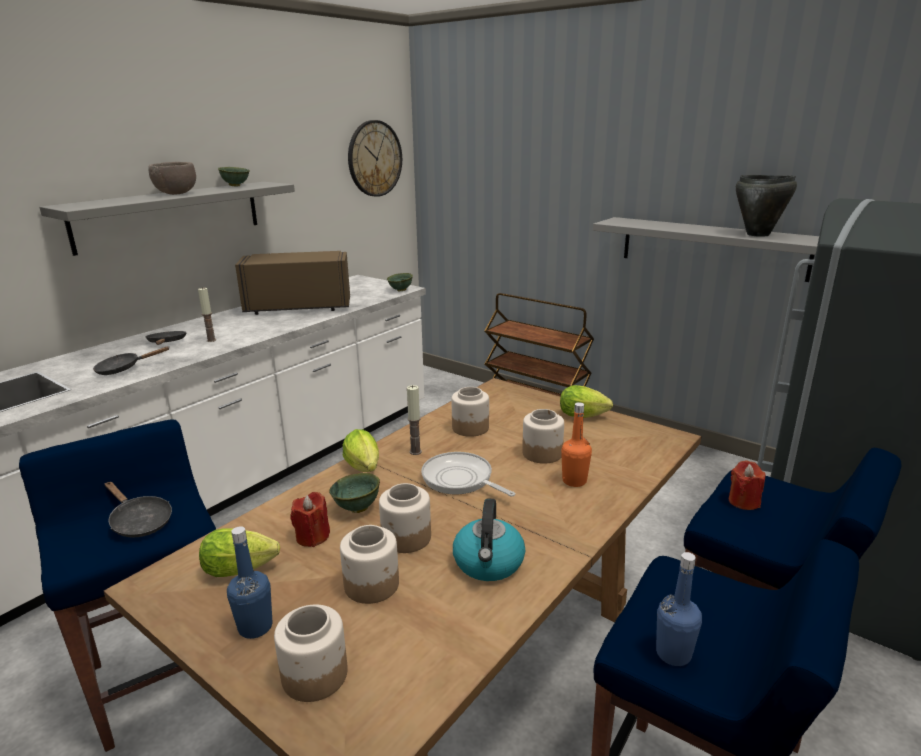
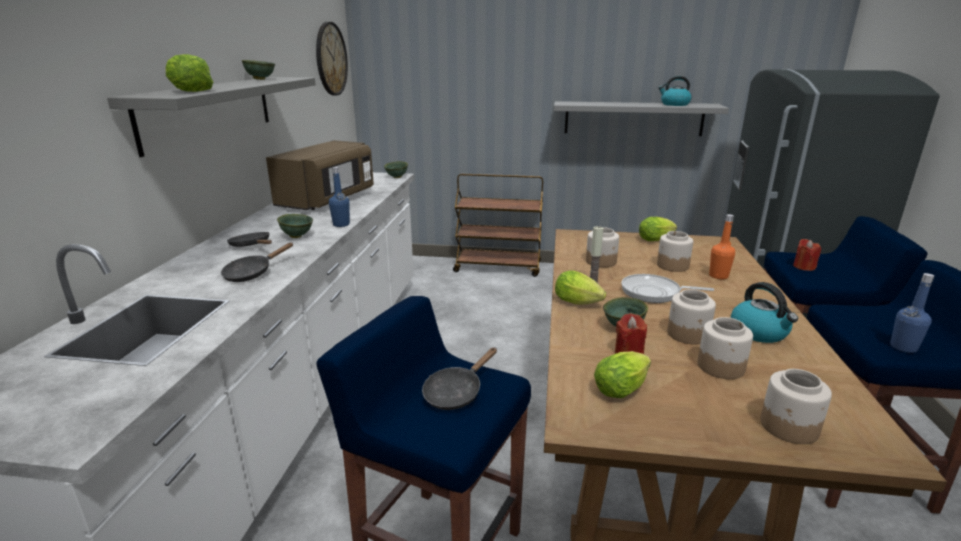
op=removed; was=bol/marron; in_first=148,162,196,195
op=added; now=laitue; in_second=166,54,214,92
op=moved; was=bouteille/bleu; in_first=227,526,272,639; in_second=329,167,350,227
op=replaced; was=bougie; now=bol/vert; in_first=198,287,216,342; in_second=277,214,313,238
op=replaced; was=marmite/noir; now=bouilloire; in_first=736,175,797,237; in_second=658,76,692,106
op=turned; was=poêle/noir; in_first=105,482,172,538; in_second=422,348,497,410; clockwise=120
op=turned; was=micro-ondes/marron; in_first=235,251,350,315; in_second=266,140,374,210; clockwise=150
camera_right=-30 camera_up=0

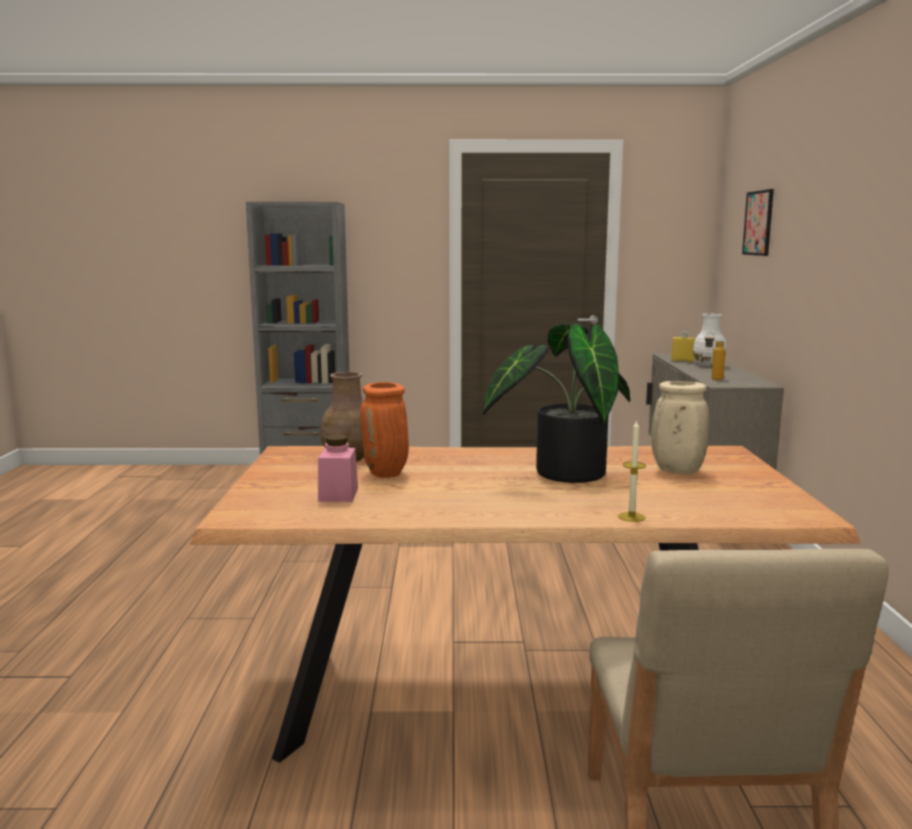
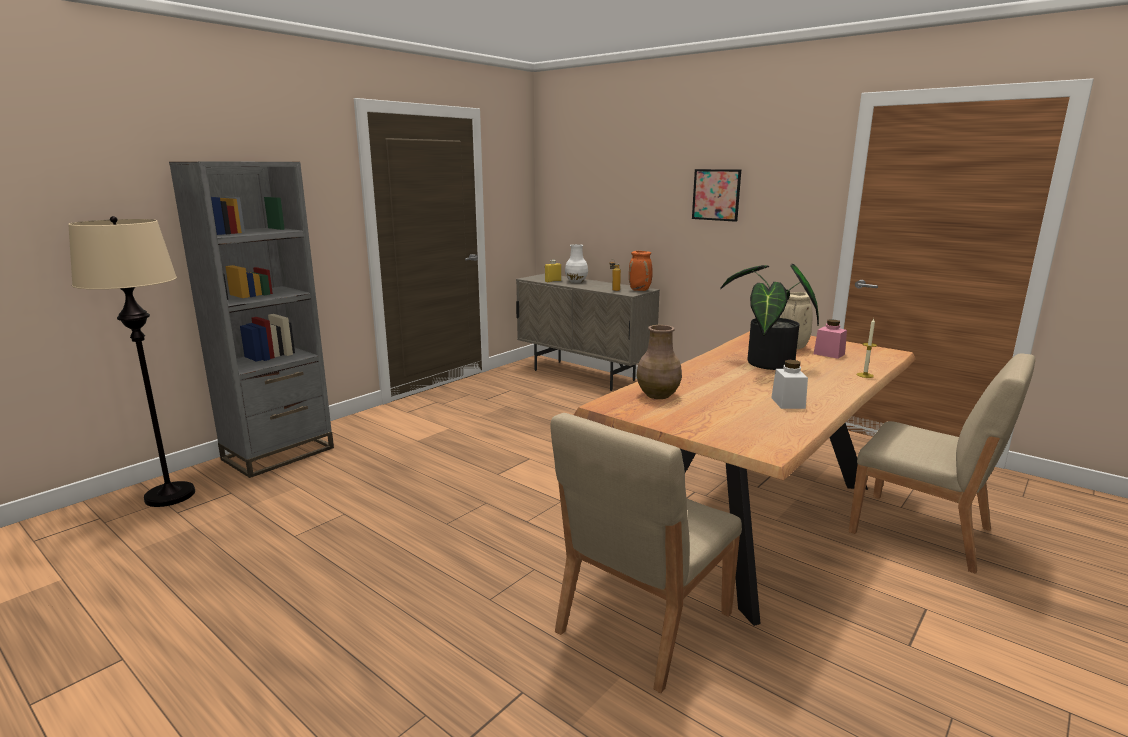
op=added; now=lampadaire/beige; in_second=68,216,195,507
op=added; now=chaise/beige; in_second=550,413,742,693
op=added; now=bocal/blanc; in_second=771,360,808,409
op=moved; was=bocal/rose; in_first=318,435,358,502; in_second=814,319,847,359
op=moved; was=vase/orange; in_first=360,382,409,478; in_second=629,251,653,291
op=moved; was=tableau; in_first=742,189,774,256; in_second=692,169,741,222
camera_right=-50 camera_up=5

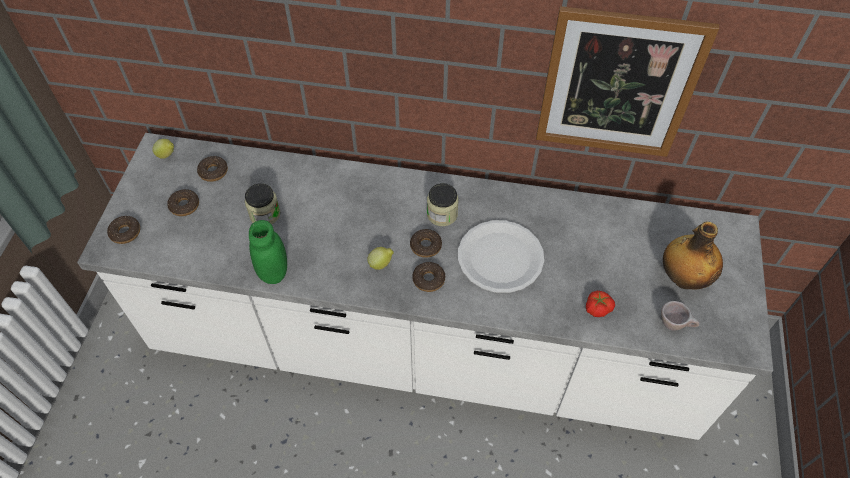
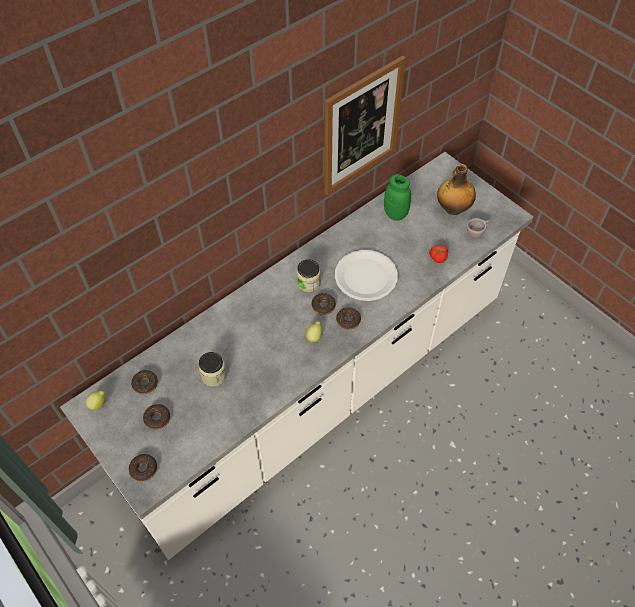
op=moved; was=bocal/vert; in_first=249,220,287,284; in_second=384,174,411,221
camera_right=-50 camera_up=0

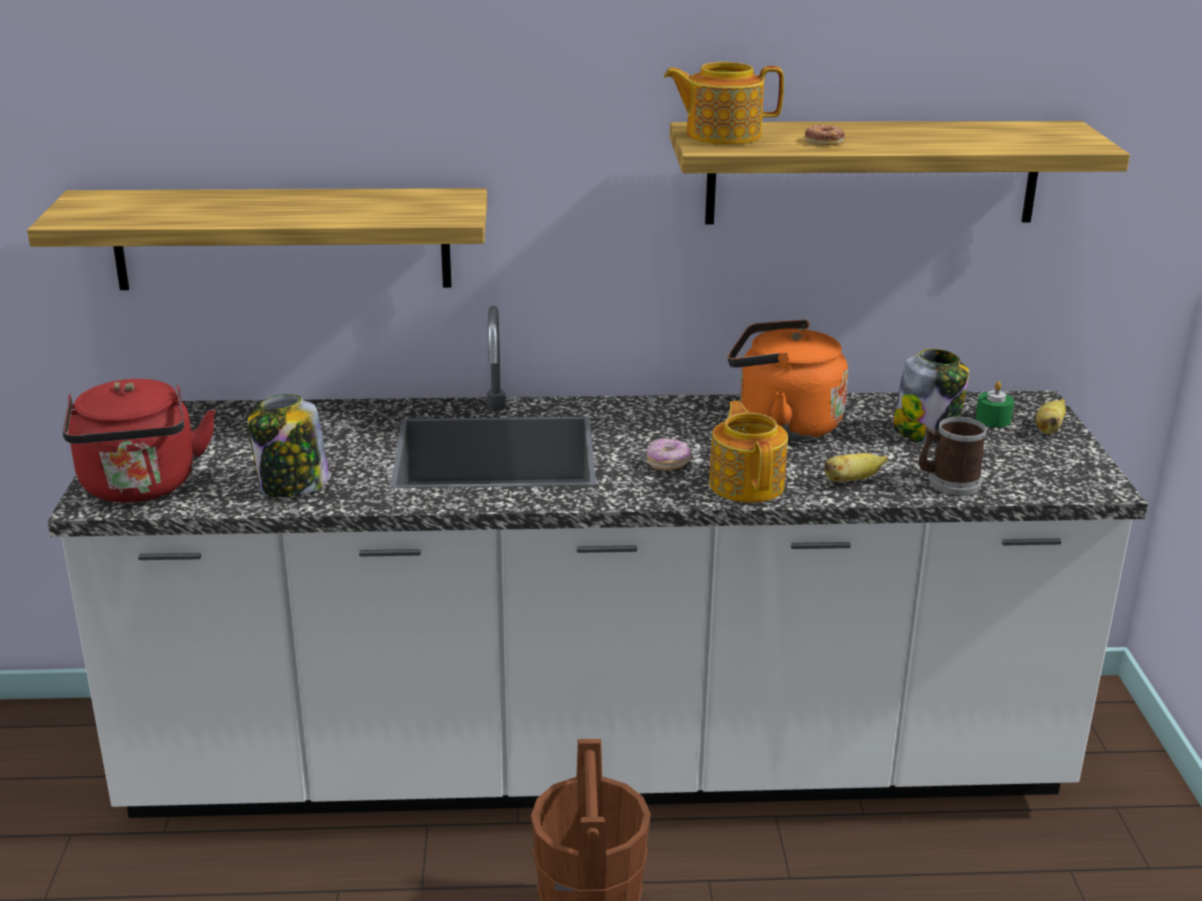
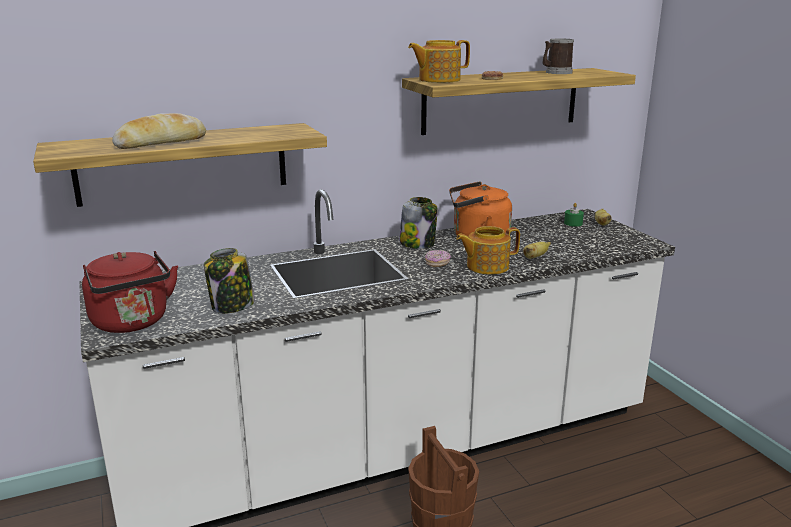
op=added; now=pain; in_second=112,113,206,149
op=moved; was=bocal; in_first=893,349,969,444; in_second=399,197,438,249
op=moved; was=mug; in_first=919,417,987,495; in_second=543,39,574,74
op=turned; was=théière; in_first=709,401,788,503; in_second=456,226,520,275; clockwise=-75
camera_right=-20 camera_up=-5

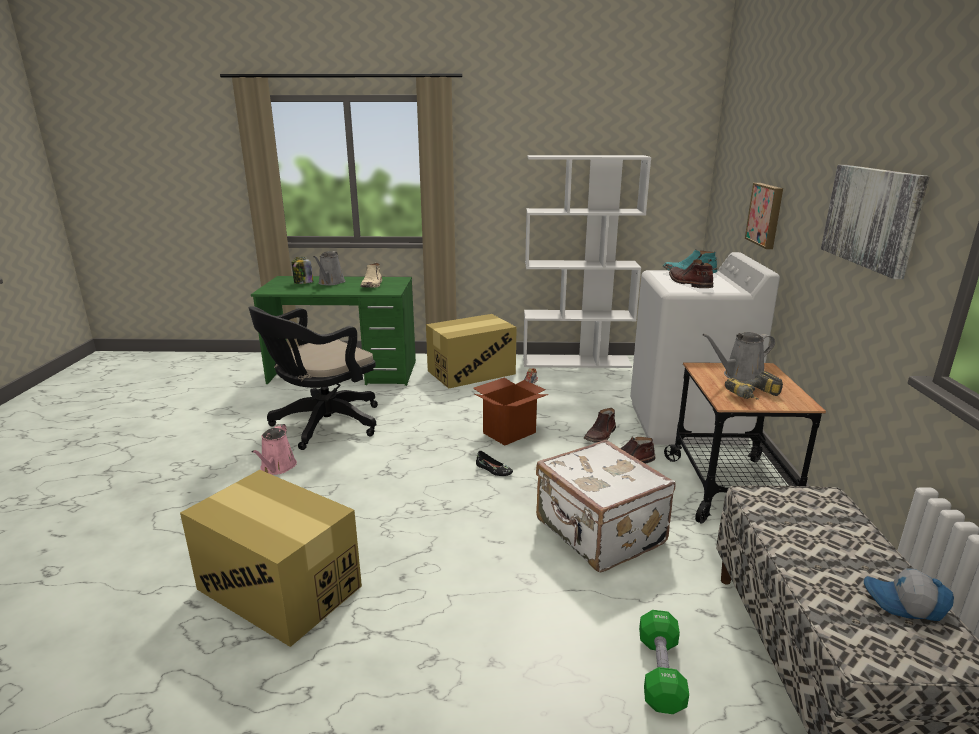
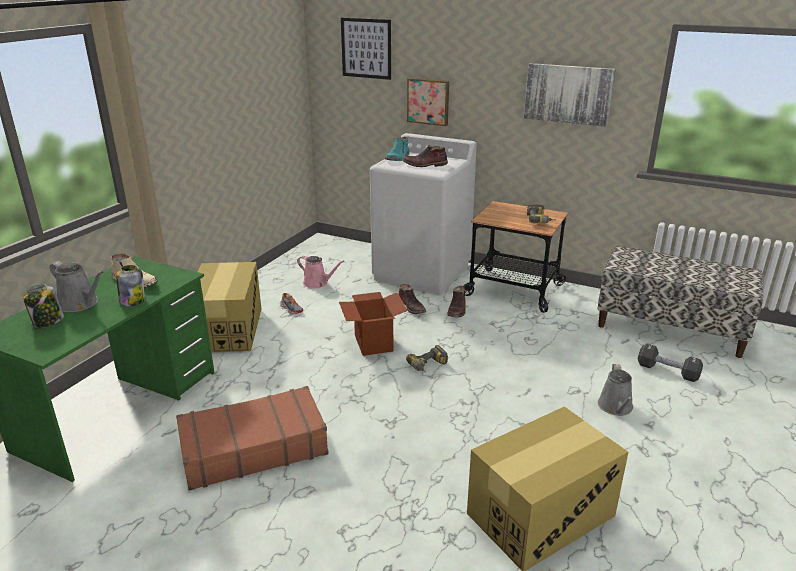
op=removed; was=bibliothèque/blanc; in_first=523,155,651,368
op=removed; was=valise/blanc; in_first=536,439,676,572
op=removed; was=casquette; in_first=864,568,954,621
op=added; now=bocal; in_second=116,265,145,306
op=added; now=tableau; in_second=341,18,391,80
op=moved; was=arrosoir/rose; in_first=251,424,297,475; in_second=297,256,344,289
op=moved; was=arrosoir/gris; in_first=703,332,775,382; in_second=598,364,633,416
op=replaced; was=chaise de bureau/noir; now=valise/marron; in_first=248,307,378,450; in_second=176,386,329,491
op=replaced; was=chaussure/noir; now=perceuse; in_first=476,451,513,476; in_second=406,345,448,373
op=recoloured; was=haltère/vert; now=haltère/noir; in_first=639,610,689,714; in_second=638,343,703,382
camera_right=-65 camera_up=5

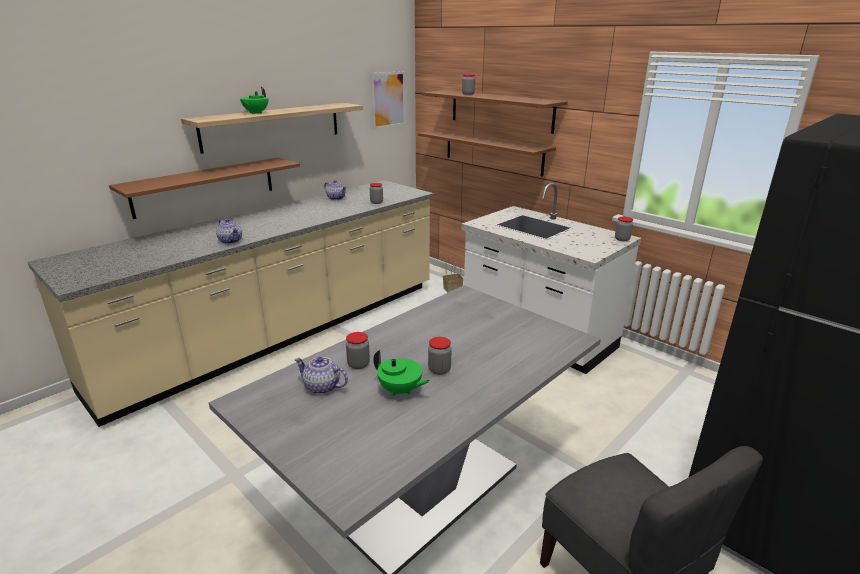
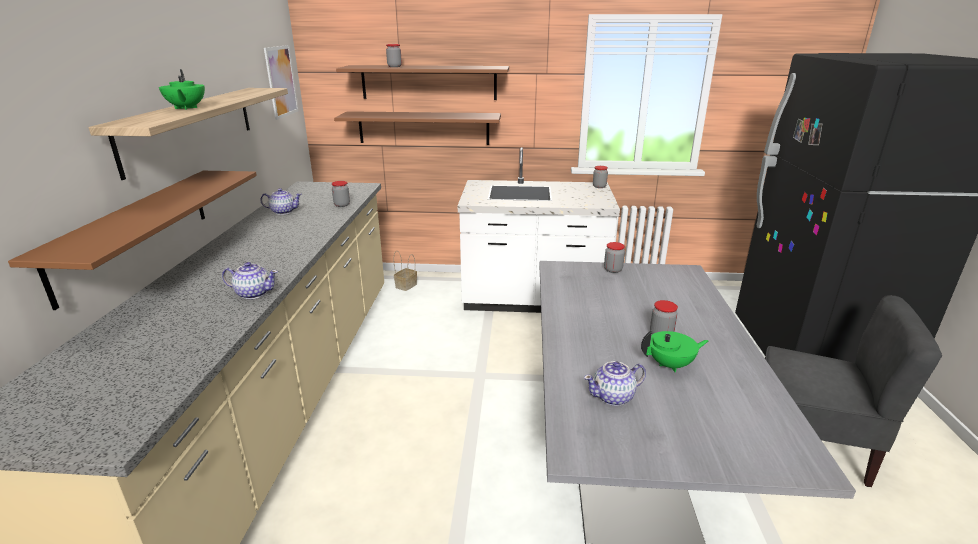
op=moved; was=bocal; in_first=346,332,370,369; in_second=604,242,625,273
camera_right=-40 camera_up=0

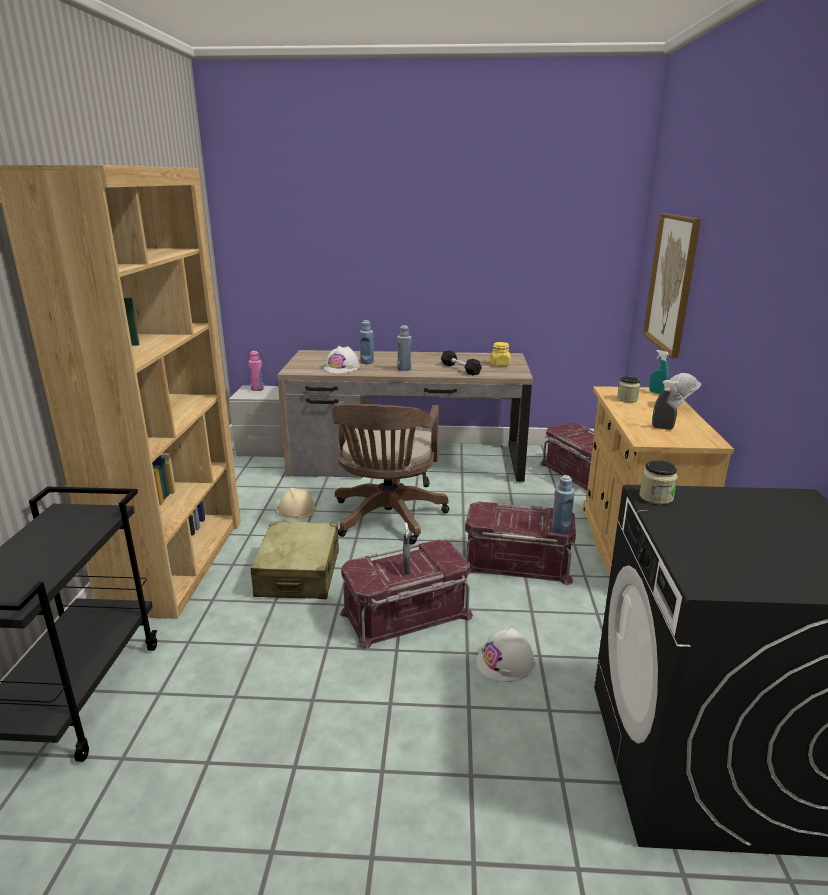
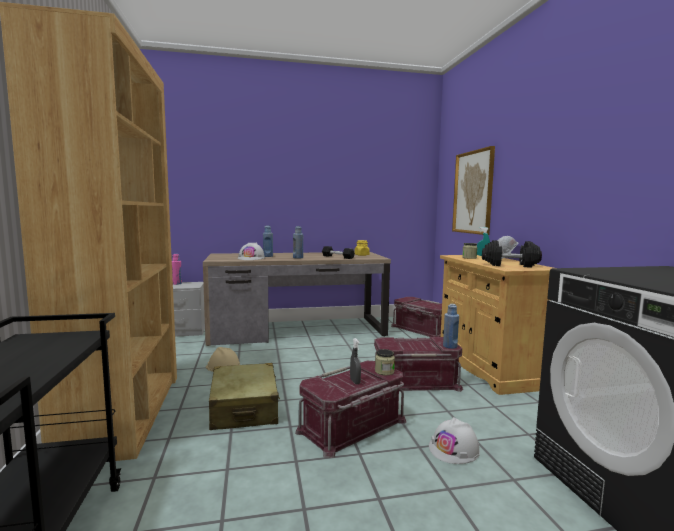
op=removed; was=chaise de bureau/marron; in_first=332,401,450,544
op=moved; was=bocal; in_first=639,460,678,504; in_second=375,349,395,375
op=replaced; was=vaporisateur/gris; now=haltère/noir; in_first=652,380,679,430; in_second=482,240,542,267
camera_right=-15 camera_up=-15

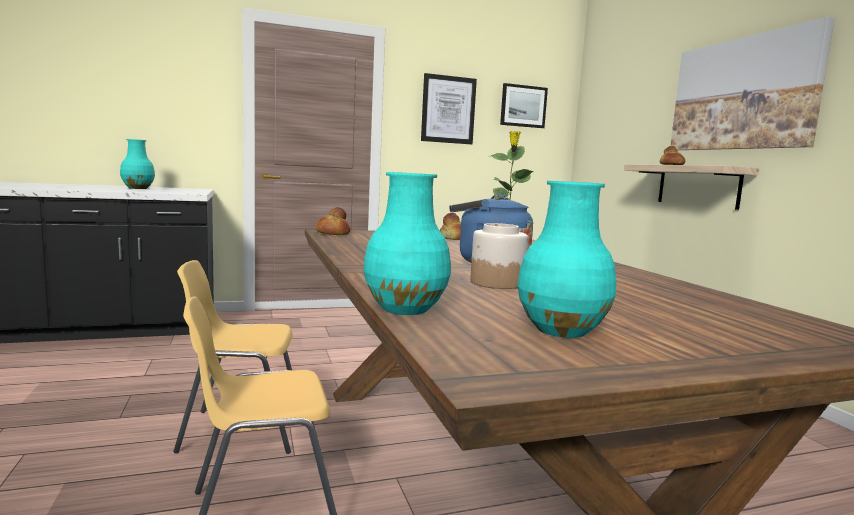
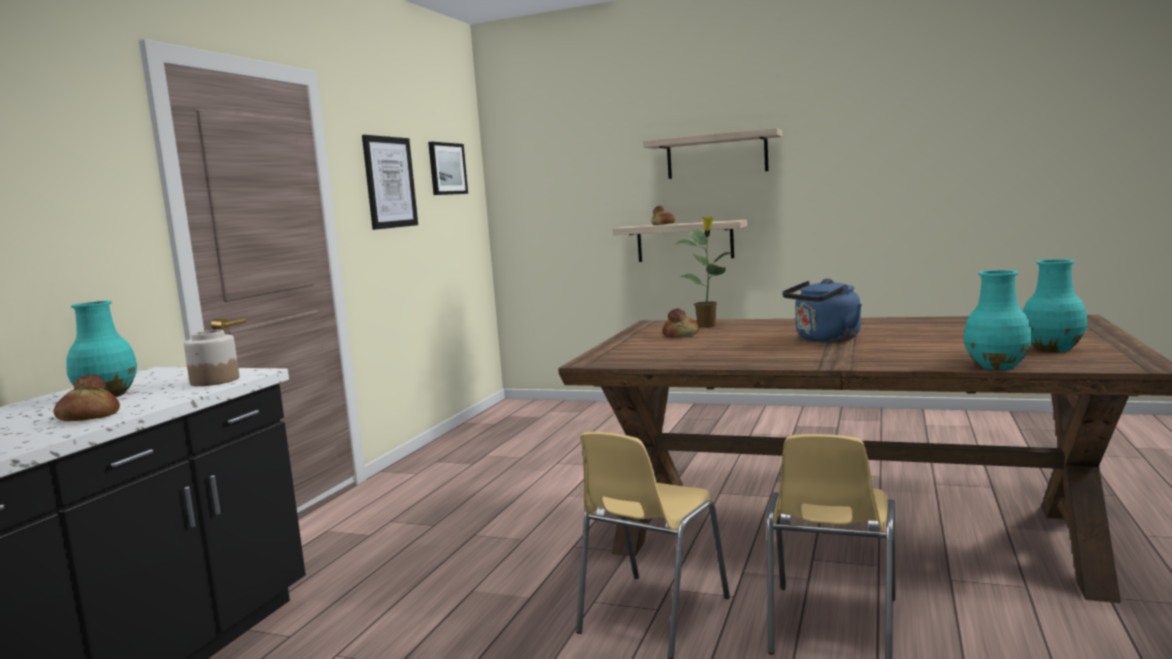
op=moved; was=pain; in_first=316,207,350,235; in_second=54,374,120,421
op=moved; was=bocal; in_first=470,223,528,289; in_second=184,330,239,386
op=replaced; was=tableau; now=étagère; in_first=670,17,835,150; in_second=643,128,782,179
camera_right=-50 camera_up=0

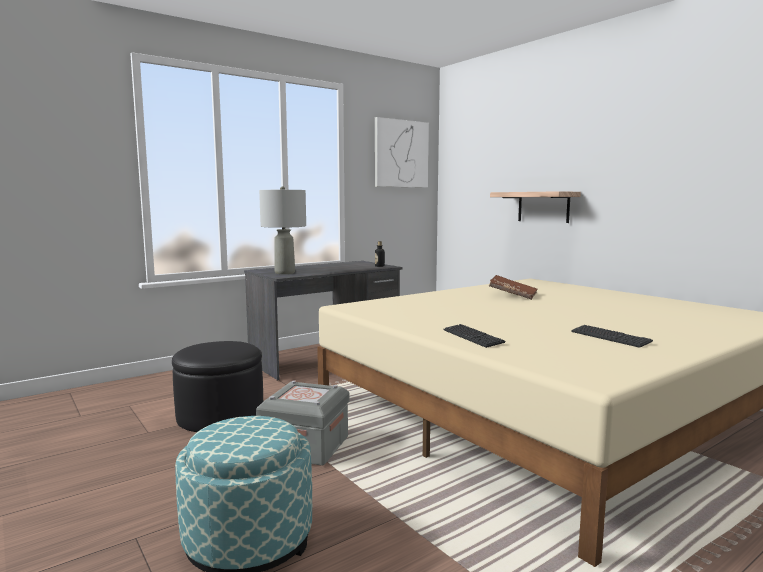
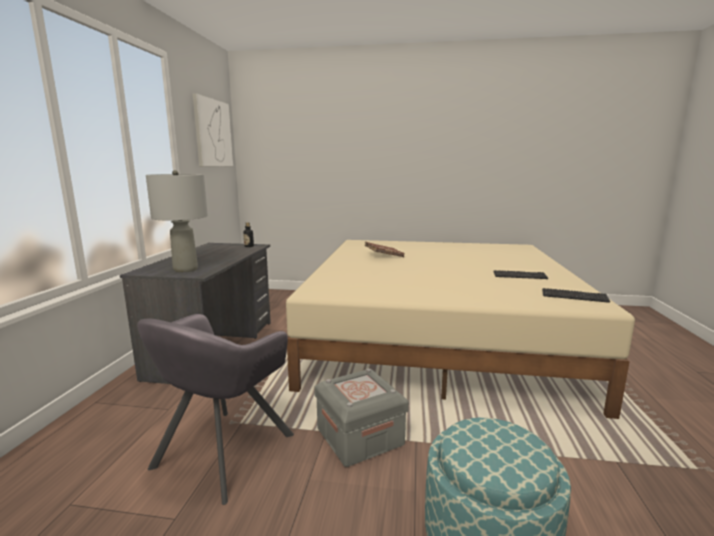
op=removed; was=étagère; in_first=490,191,581,223
op=moved; was=clavier; in_first=444,324,505,348; in_second=542,288,610,303
op=replaced; was=pouf/noir; now=fauteuil/gris; in_first=172,341,263,432; in_second=137,314,294,505
camera_right=-45 camera_up=5

